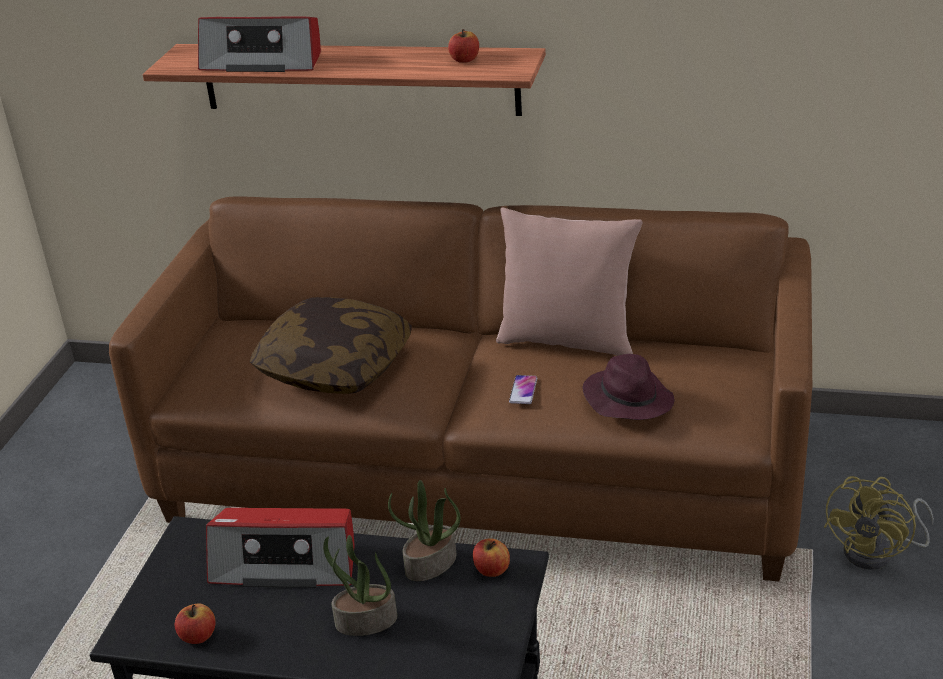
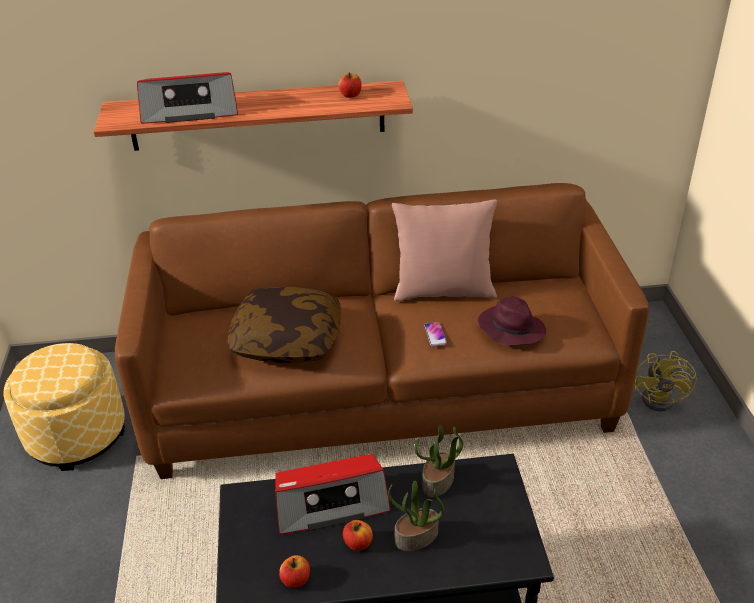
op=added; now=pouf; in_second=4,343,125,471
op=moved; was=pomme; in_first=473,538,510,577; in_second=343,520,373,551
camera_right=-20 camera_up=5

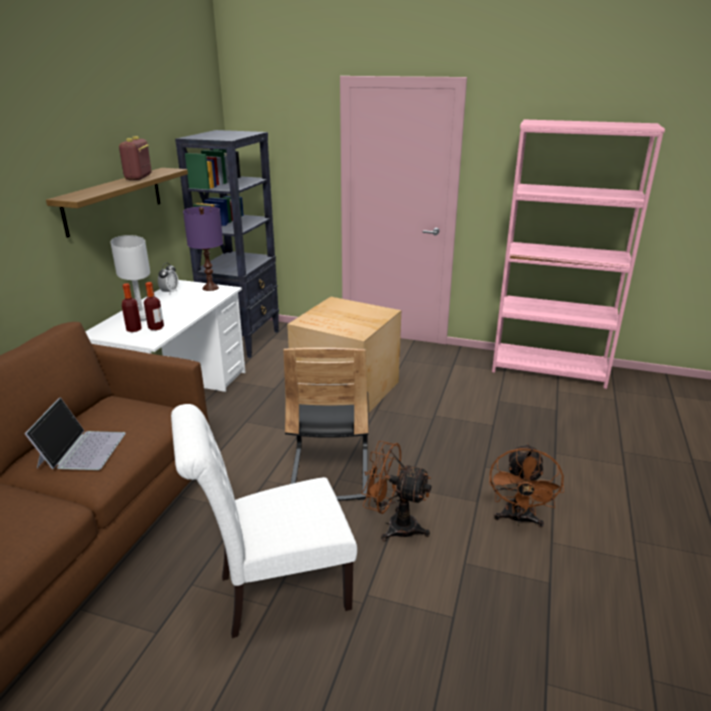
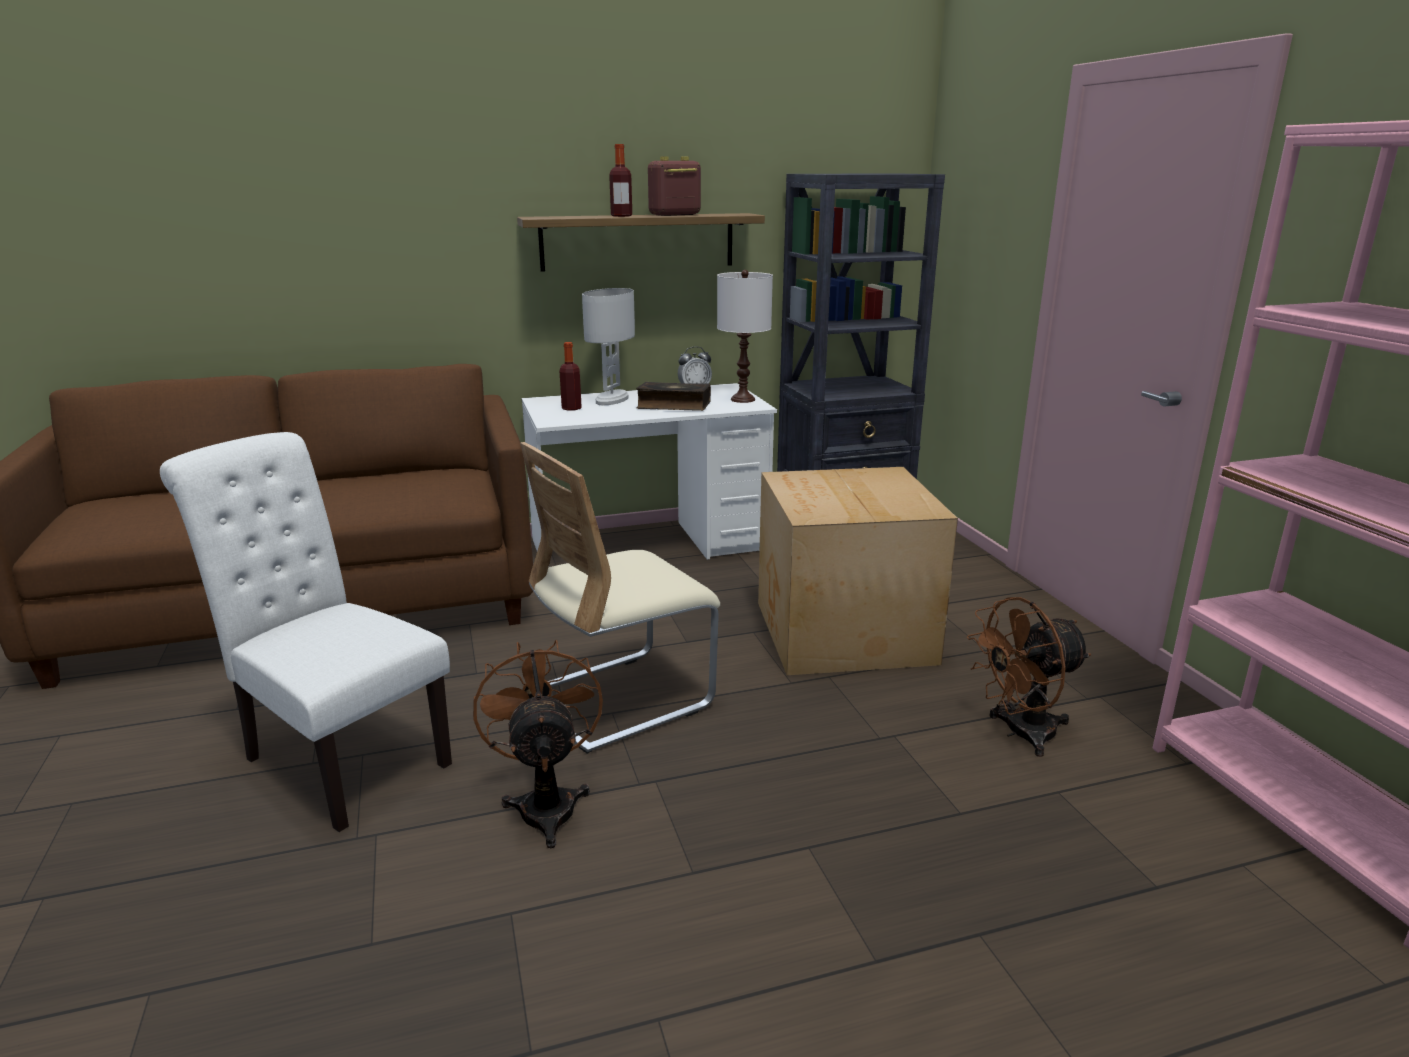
op=removed; was=ordinateur portable; in_first=25,397,126,470
op=added; now=livre; in_second=636,382,711,411
op=moved; was=bouteille; in_first=144,282,164,330; in_second=609,144,632,217
op=moved; was=ventilateur/marron; in_first=489,443,564,527; in_second=967,597,1091,757
op=recoloured; was=lampe de table/violet; now=lampe de table/blanc; in_first=183,206,223,291; in_second=717,270,773,403
op=recoloured; was=chaise/noir; now=chaise/beige; in_first=283,348,369,501; in_second=520,442,720,754
camera_right=55 camera_up=-5

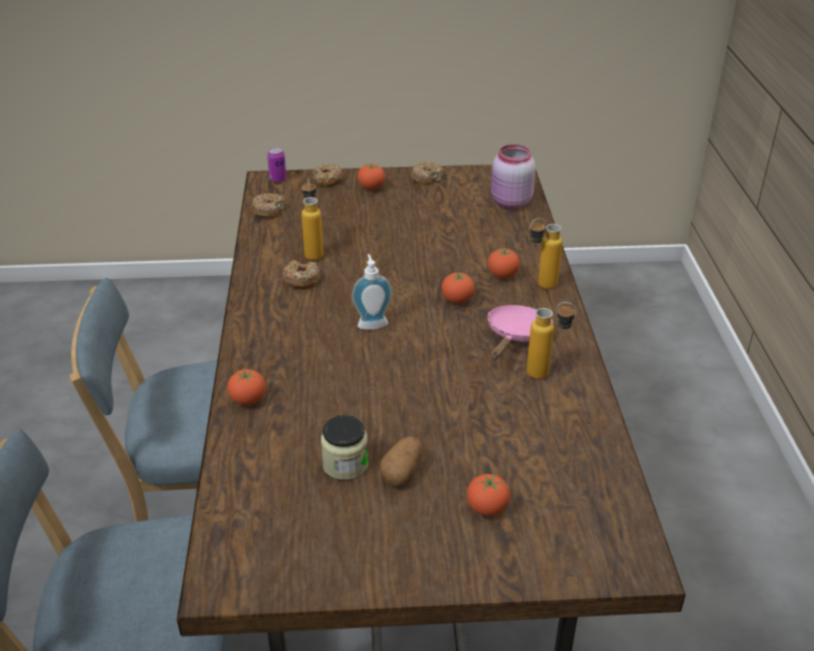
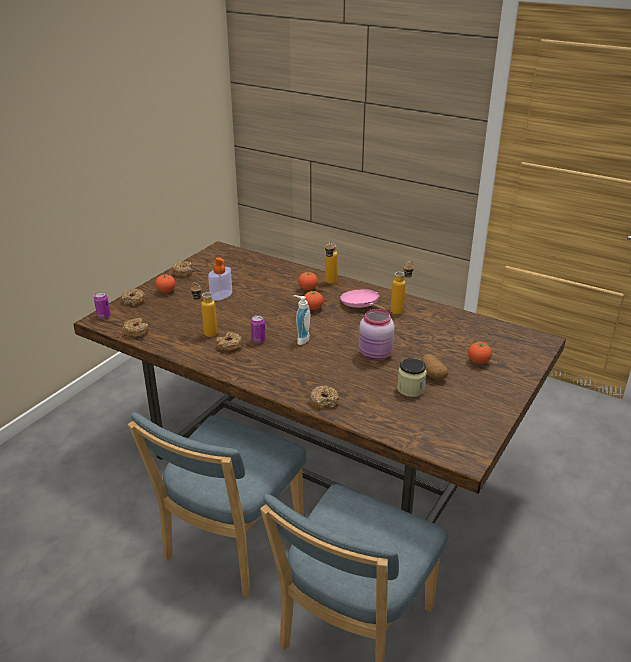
op=added; now=distributeur de savon; in_second=208,257,232,301
op=added; now=boîte métallique; in_second=251,315,266,344
op=moved; was=bocal/rose; in_first=491,144,536,209; in_second=359,309,395,361
op=replaced; was=tomate; now=beignet; in_first=227,368,266,405; in_second=310,386,339,410
camera_right=-55 camera_up=-5

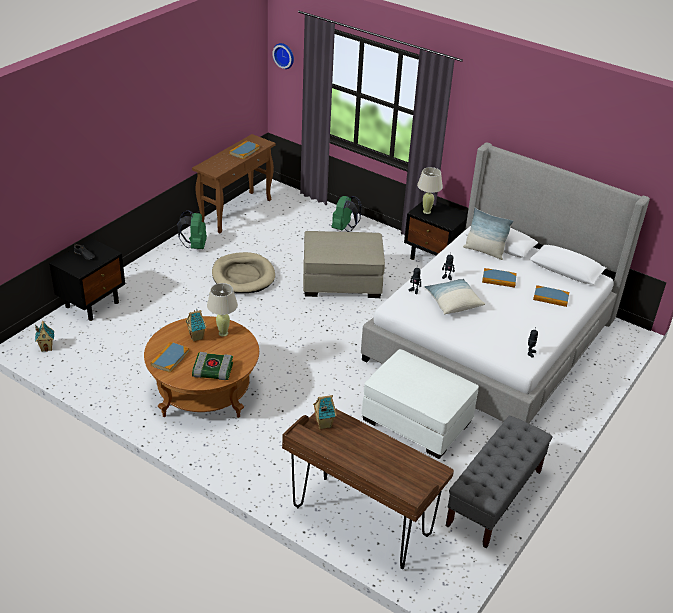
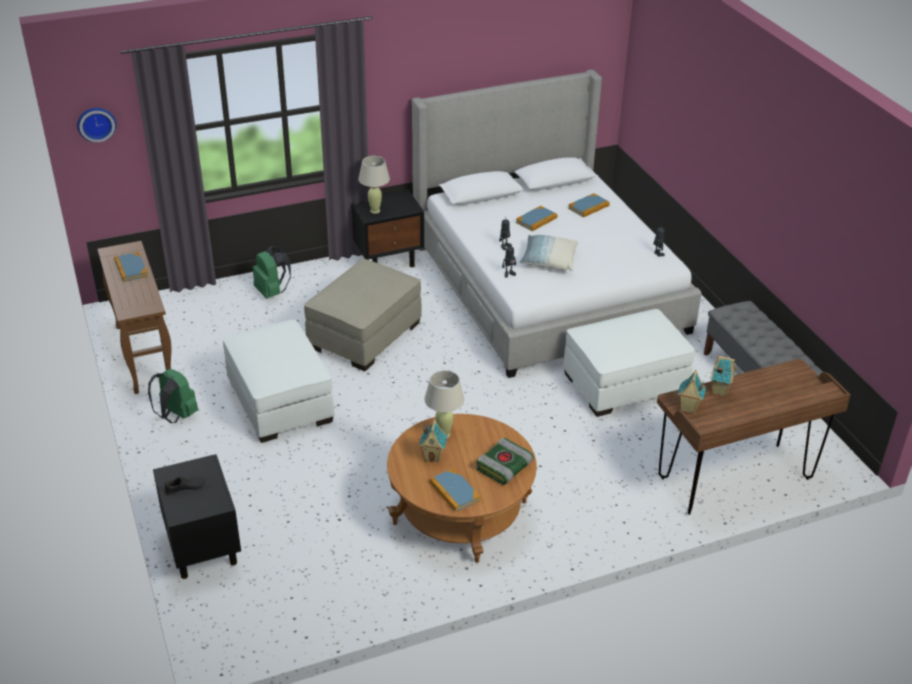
op=removed; was=coussin; in_first=463,207,514,260
op=moved; was=maison miniature; in_first=35,321,54,352; in_second=710,356,736,397
op=replaced; was=panier pour chien/beige; now=pouf/blanc; in_first=212,252,275,293; in_second=223,319,335,443
camera_right=-55 camera_up=0

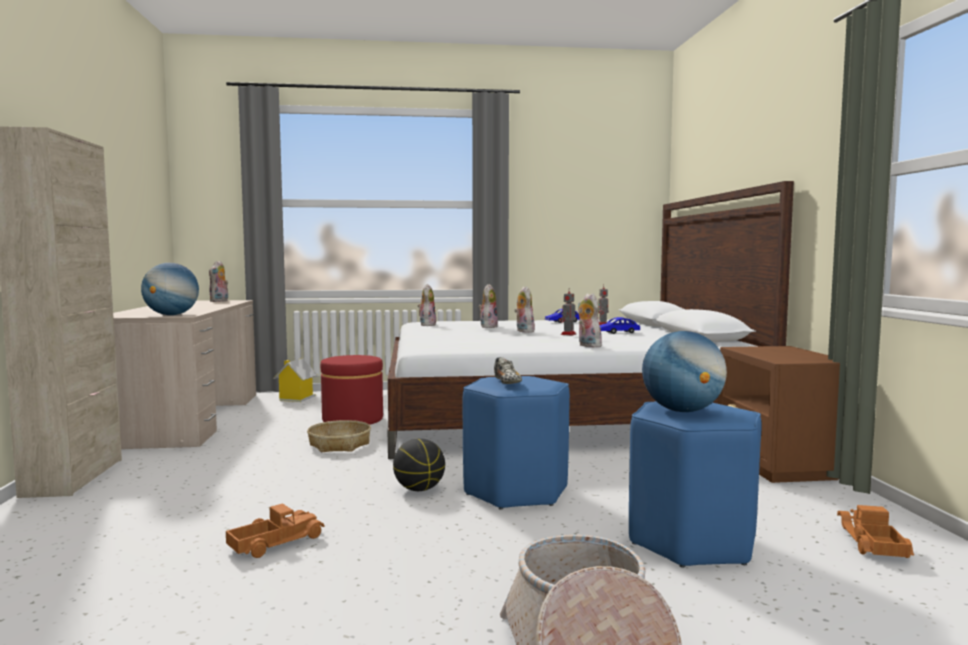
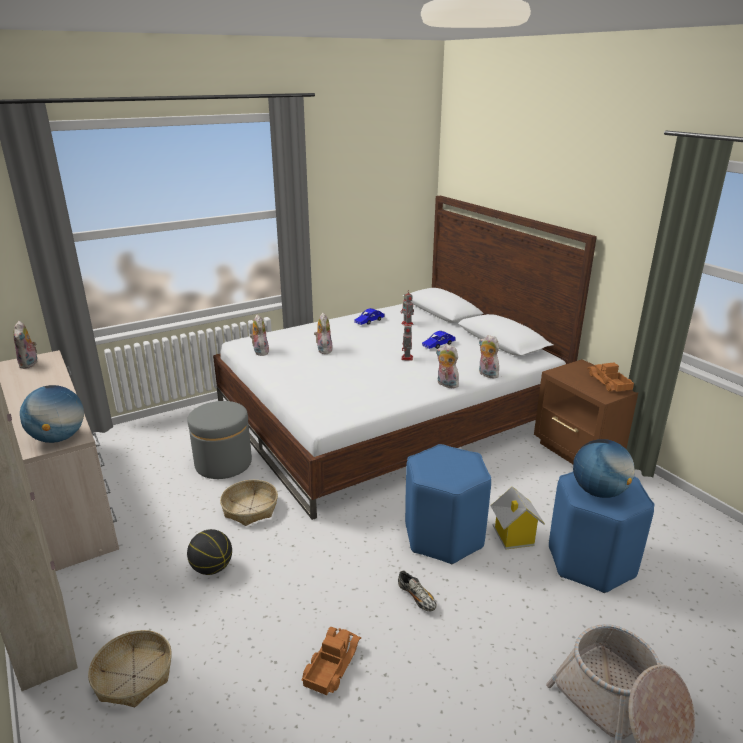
op=added; now=panier; in_second=88,630,172,707
op=moved; was=maison miniature; in_first=273,358,317,402; in_second=491,486,545,550
op=moved; was=ballon de basket; in_first=393,438,445,491; in_second=187,529,232,575
op=moved; was=chaussure; in_first=494,357,522,384; in_second=398,570,437,611
op=moved; was=peluche; in_first=514,286,535,333; in_second=479,335,499,379
op=moved; was=camion jouet; in_first=837,505,914,558; in_second=587,363,634,392
op=recoloured; was=pouf/rouge; now=pouf/gris; in_first=320,355,383,425; in_second=188,401,252,479
camera_right=-25 camera_up=20

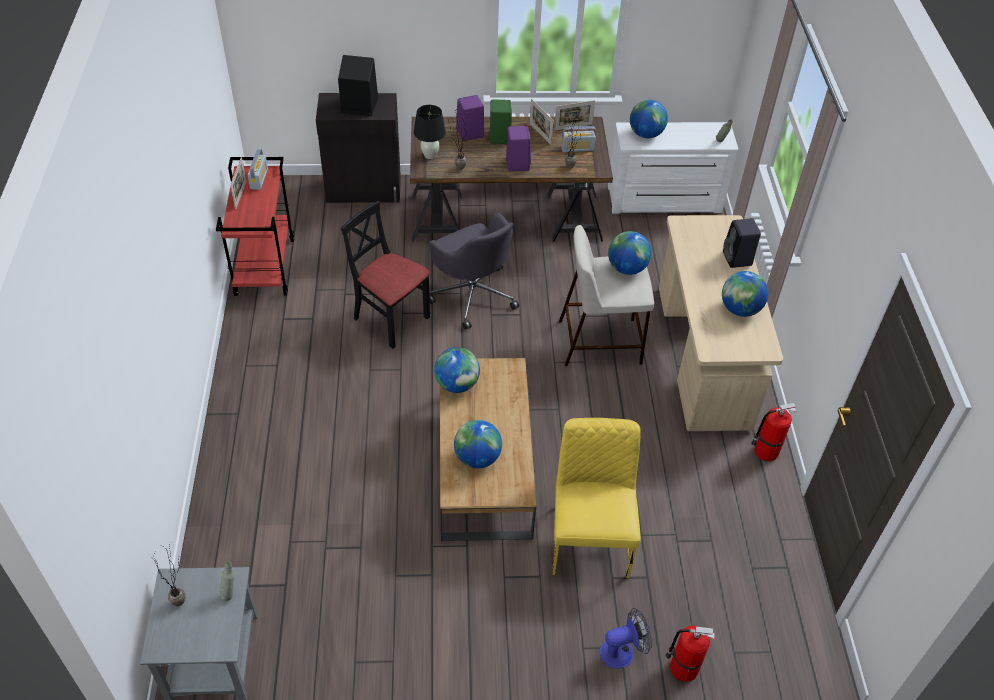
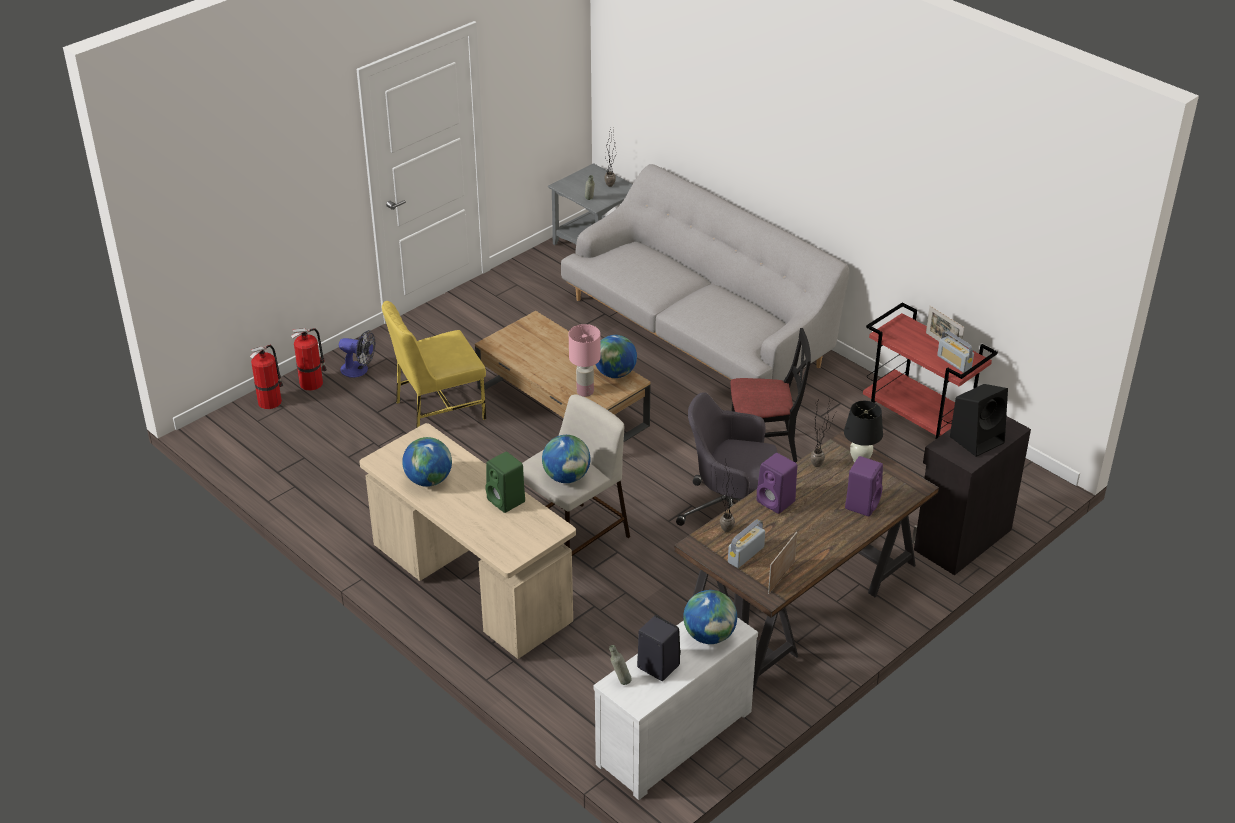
op=removed; was=globe; in_first=454,420,502,468
op=removed; was=cadre photo; in_first=530,99,554,145
op=added; now=canapé/gris; in_second=561,164,849,381
op=added; now=lampe de table/rose; in_second=569,324,601,397
op=moved; was=enceinte/vert; in_first=489,99,512,144; in_second=485,452,525,513
op=moved; was=enceinte/noir; in_first=723,218,761,268; in_second=637,615,681,681
op=moved; was=extincteur; in_first=751,403,796,461; in_second=250,345,283,409
op=turned; was=chaise/jaune; in_first=552,418,641,578; in_second=382,301,486,428; clockwise=105
op=turned; was=ventilateur; in_first=600,608,652,668; in_second=339,330,375,378; clockwise=-105
camera_right=140 camera_up=-10

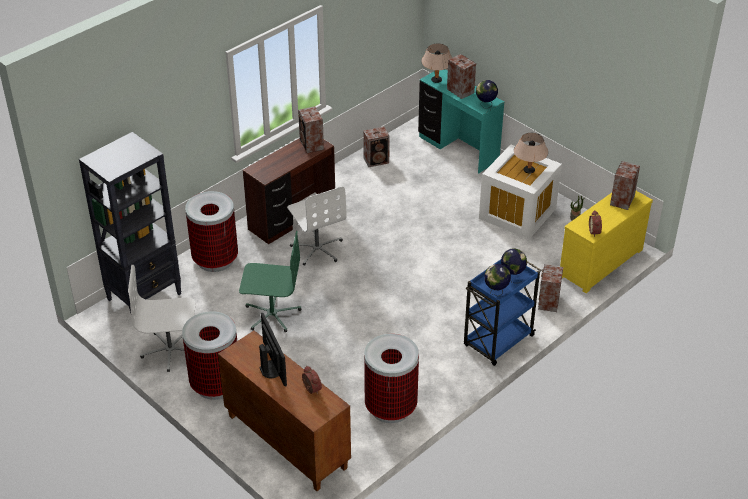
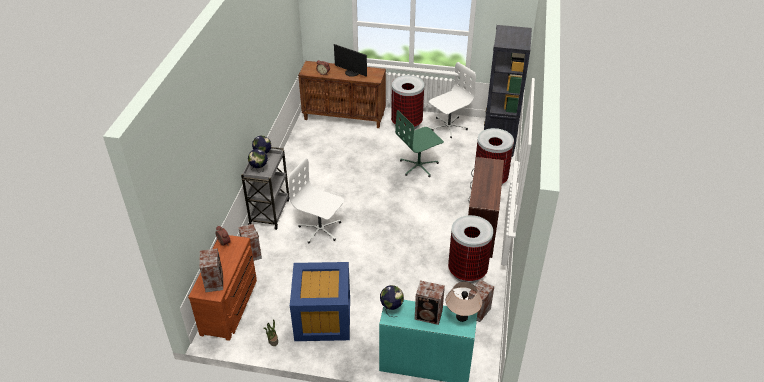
op=removed; was=enceinte; in_first=298,106,324,153
op=removed; was=lampe de table/beige; in_first=514,133,548,174
op=moved; was=chaise de bureau/blanc; in_first=287,186,347,266; in_second=289,158,344,243
op=moved; was=poubelle; in_first=364,334,419,423; in_second=448,215,493,283
op=recoloured; was=chariot/bleu; now=chariot/gris; in_first=464,259,541,366; in_second=241,147,290,230
op=recoloured; was=boîte de rangement/blanc; now=boîte de rangement/bleu; in_first=479,145,562,239; in_second=290,262,350,341
op=recoloured; was=commode/jaune; now=commode/marron; in_first=560,191,653,293; in_second=188,235,257,341
camera_right=145 camera_up=0

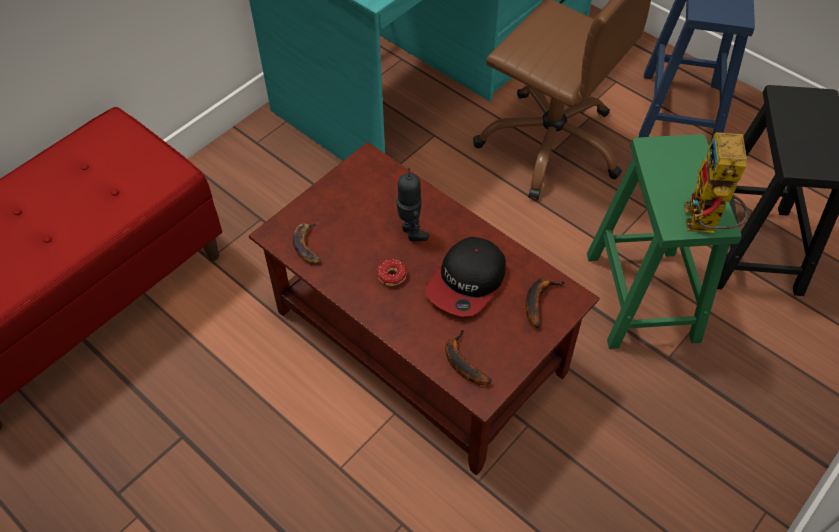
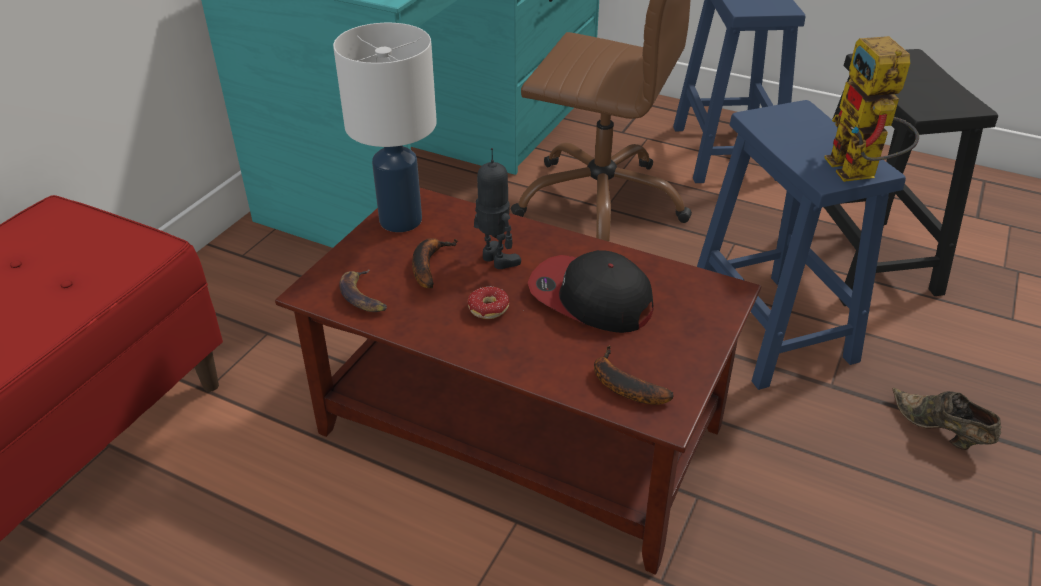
op=added; now=lampe de table/blanc; in_second=333,23,437,232
op=added; now=chaussure/marron; in_second=893,388,1001,450
op=moved; was=banane; in_first=526,278,564,328; in_second=412,238,458,288
op=recoloured; was=tabouret/vert; now=tabouret/bleu; in_first=587,134,741,349; in_second=697,100,906,390
op=turned; was=casquette; in_first=425,237,506,317; in_second=528,250,654,333; clockwise=105
camera_right=-15 camera_up=-15

